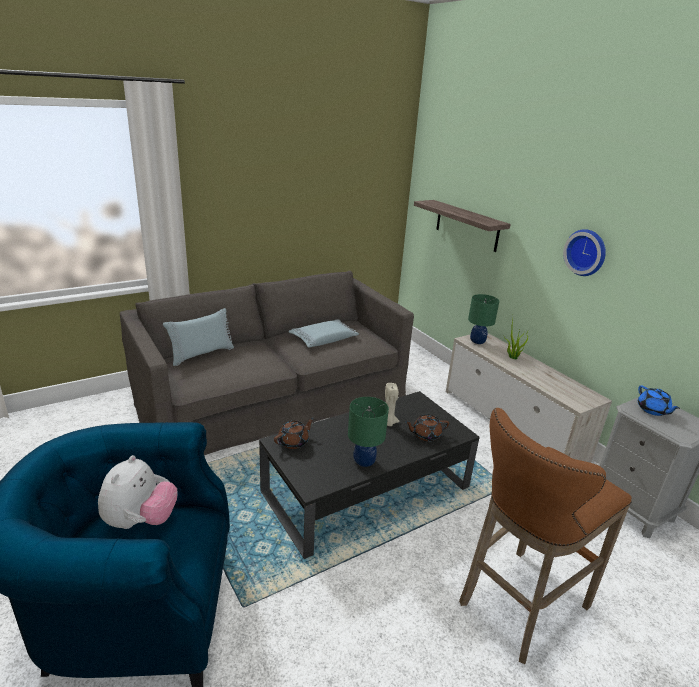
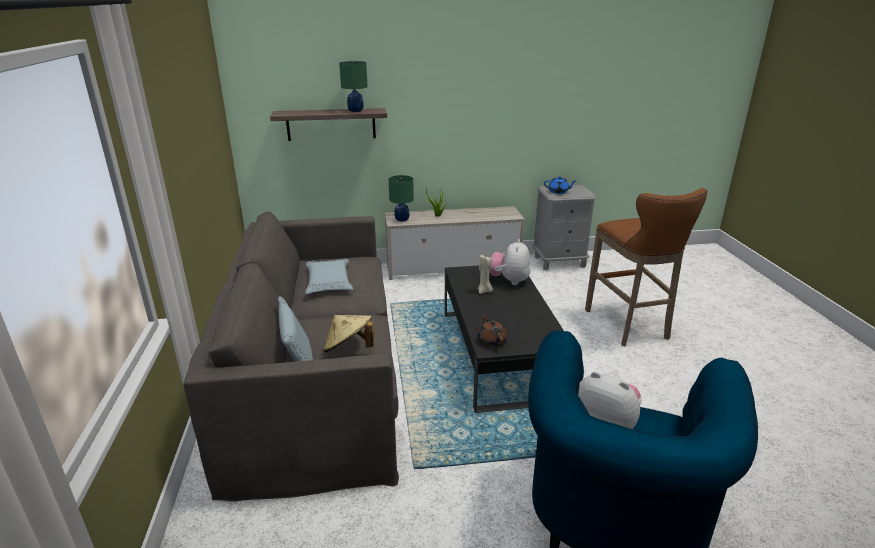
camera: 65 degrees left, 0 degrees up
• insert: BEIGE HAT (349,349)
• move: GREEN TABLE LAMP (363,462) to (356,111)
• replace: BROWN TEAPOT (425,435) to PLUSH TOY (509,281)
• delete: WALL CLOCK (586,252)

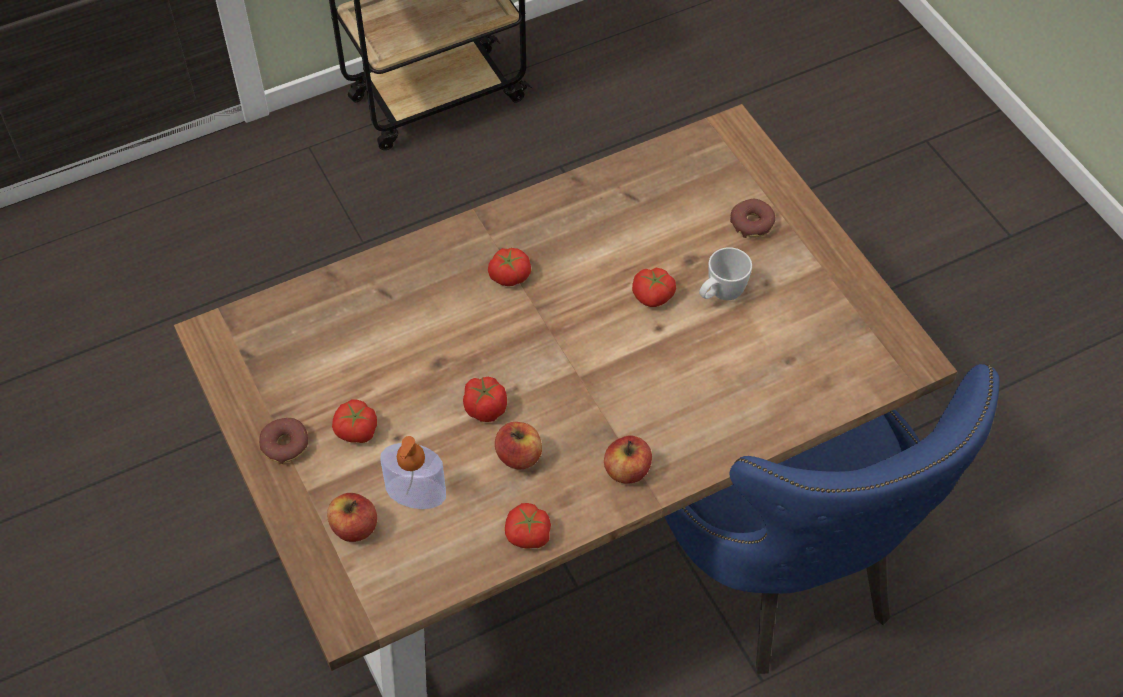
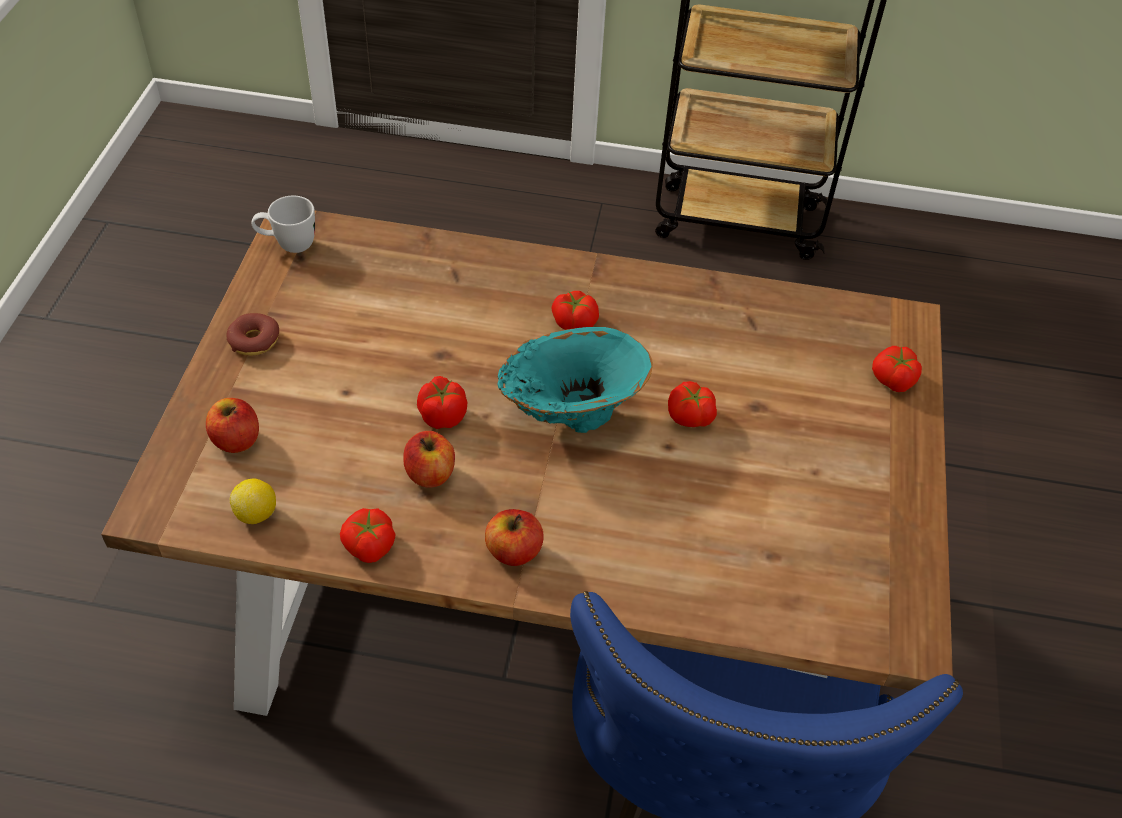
camera: 35 degrees right, 5 degrees down
• insert: LEMON (257,514)
• move: WHITE MUG (720,295) to (288,245)
• insert: TURQUOISE VASE (571,415)
• move: TOMATO (356,430) to (892,379)
• delete: SOAP DISPENSER (416,492)
• delete: DONUT (752,223)

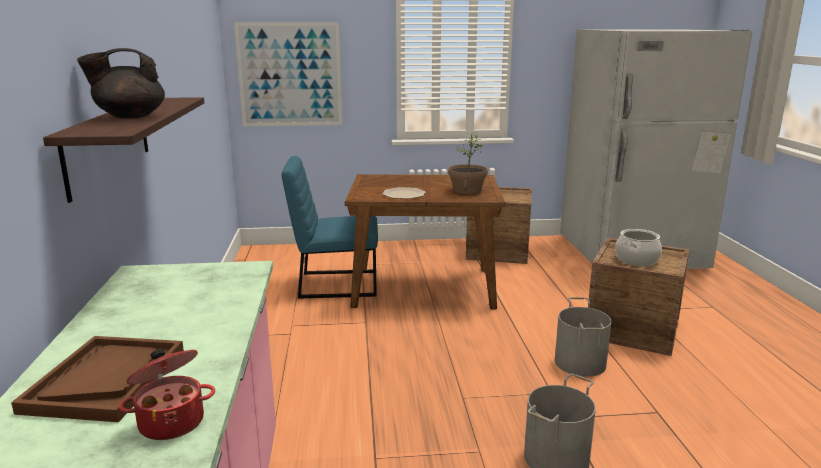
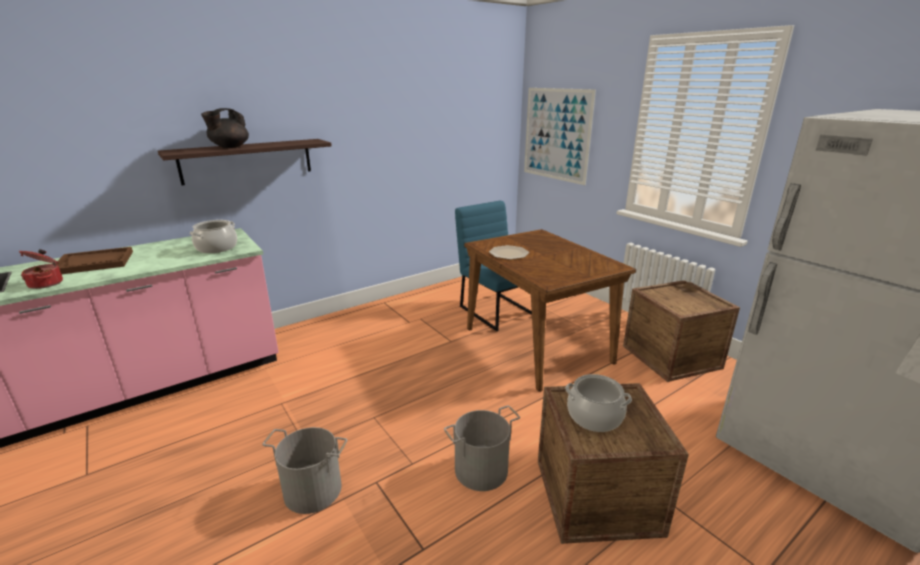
camera: 60 degrees right, 5 degrees up
• insert: COOKING POT (217,248)
• rotate: BLACK TEAPOT (129,117) = (229,147) 90 degrees counterclockwise
• delete: POTTED PLANT (466,190)

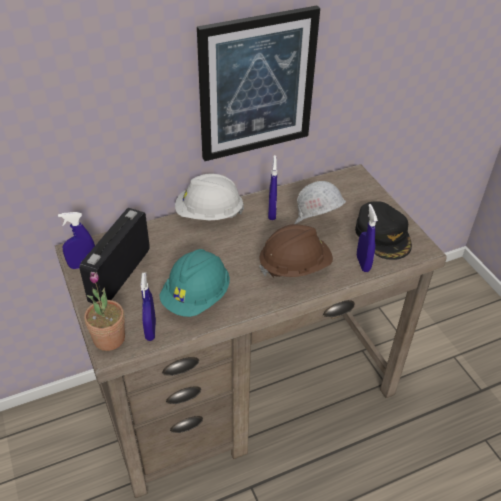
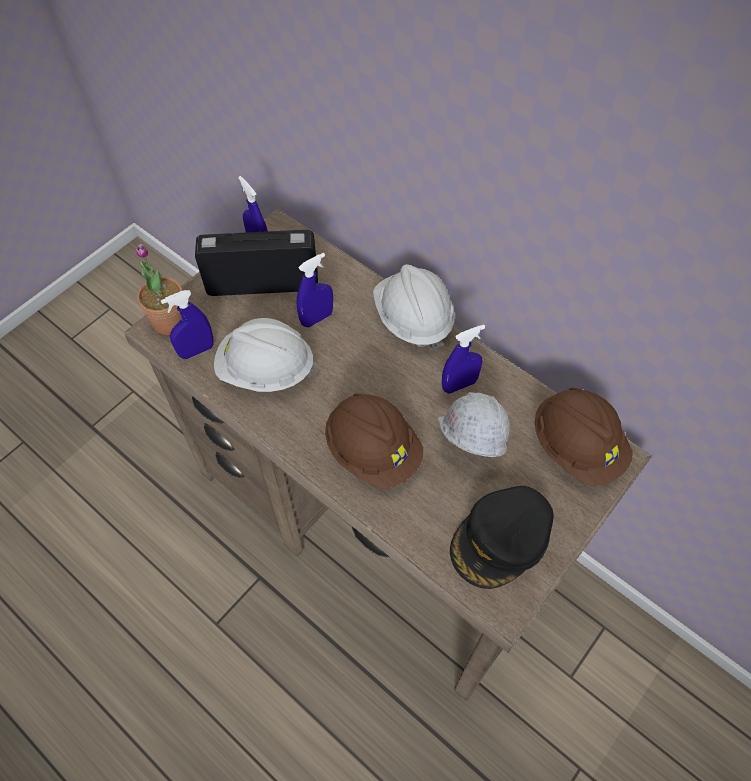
camera: 65 degrees right, 15 degrees up
• recolor: TURQUOISE HARD HAT (196,297) to WHITE HARD HAT (265,370)
• move: BLUE SPRAY BOTTLE (363,263) to (317,318)
• insert: BROWN HARD HAT (576,447)
• delete: PICTURE (256,85)

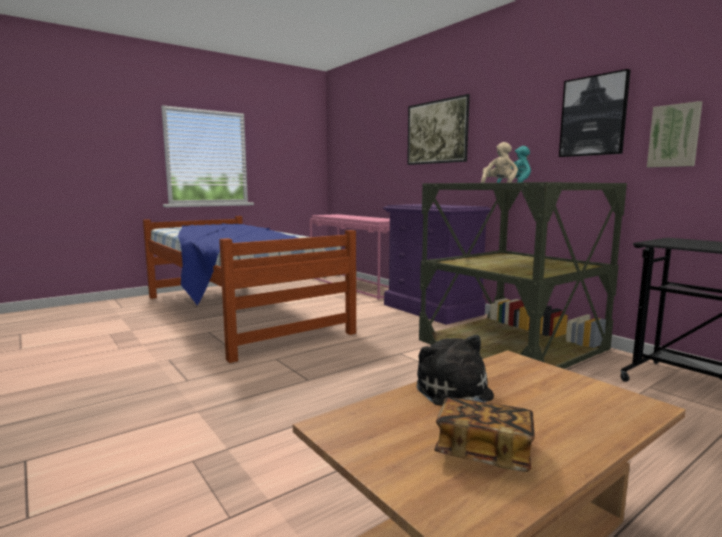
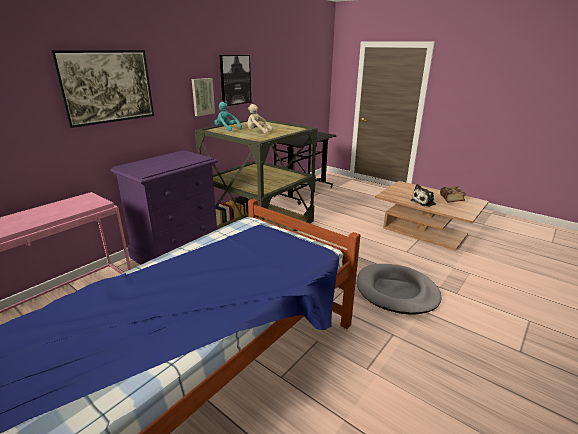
camera: 105 degrees left, 15 degrees up
• move: PICTURE (674,136) to (202,96)
• insert: GREY DOG BED (396,291)

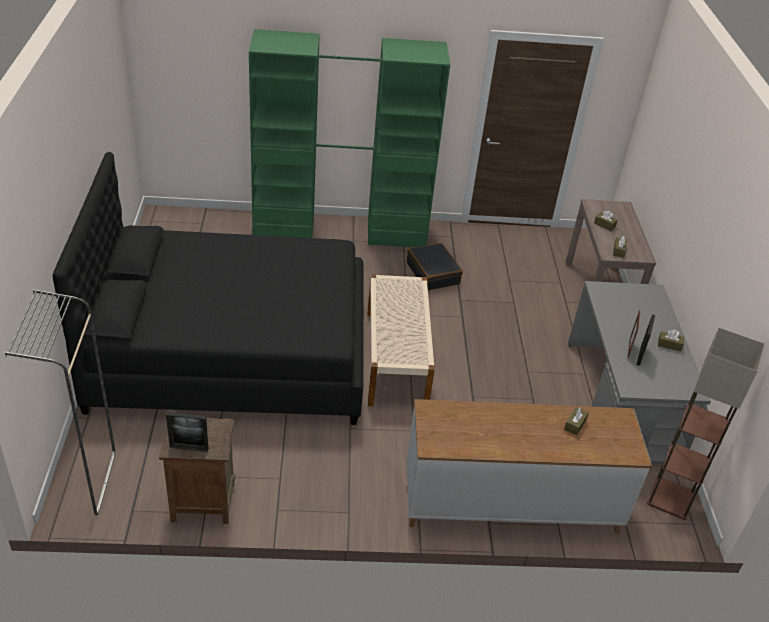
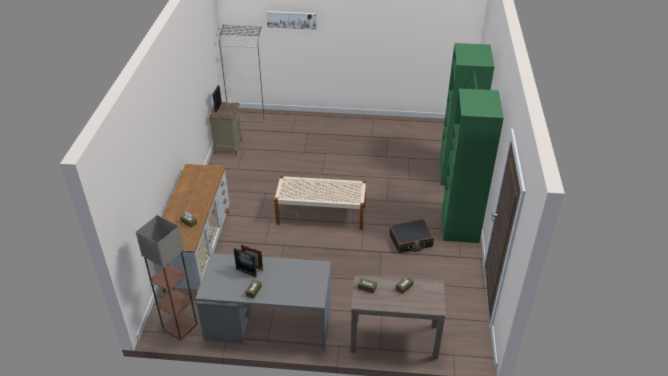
camera: 100 degrees right, 0 degrees up
• insert: PICTURE (291,19)
• delete: BLACK BED (231,350)

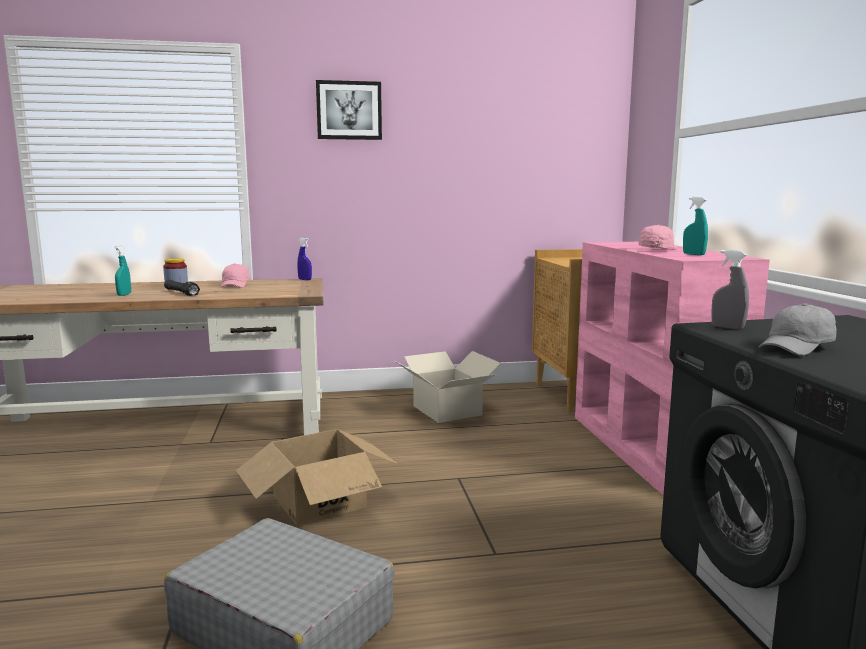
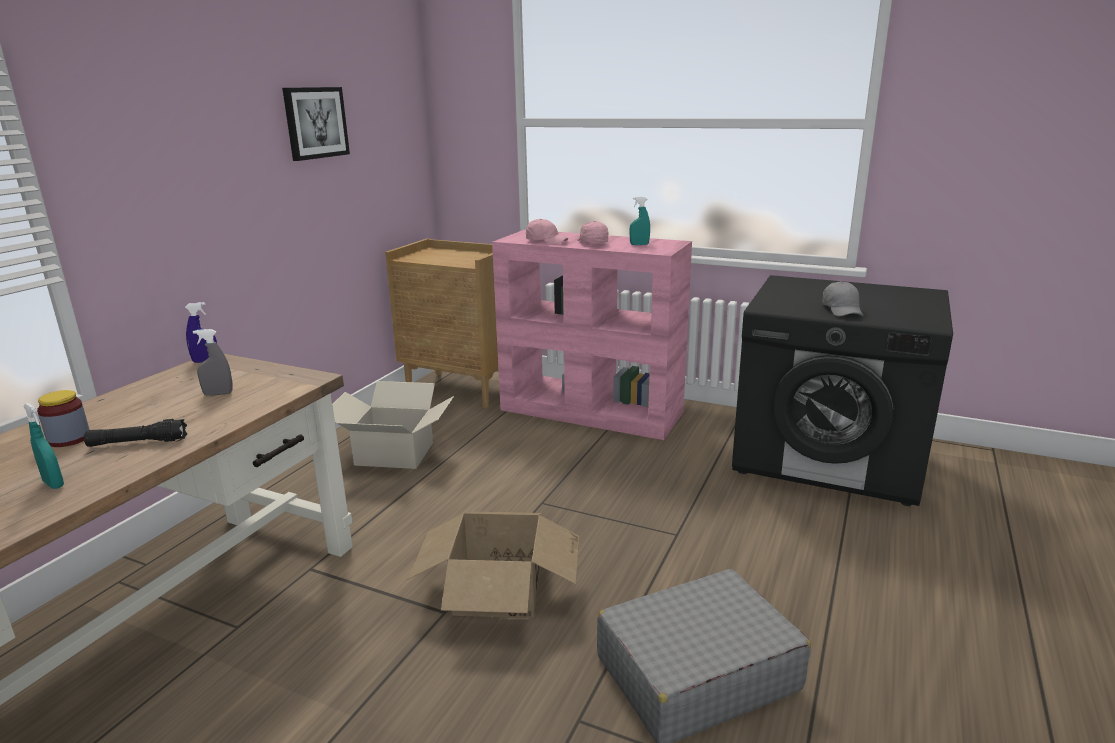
camera: 55 degrees left, 10 degrees up
• move: GREY SPRAY BOTTLE (727,327) to (218,394)
• move: PICTURE (349,110) to (315,123)
• move: PINK CAP (235,285) to (546,241)

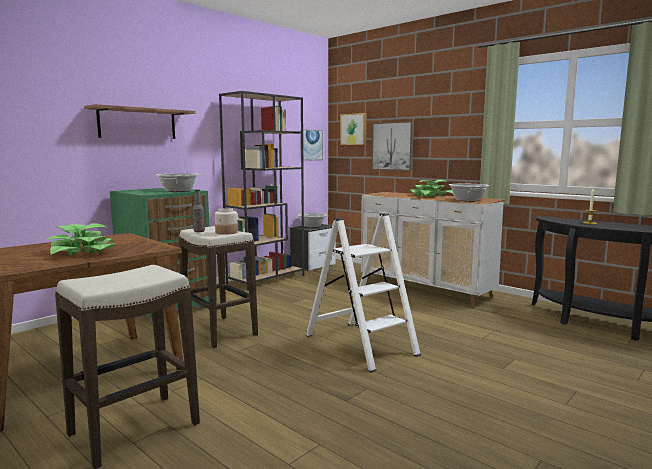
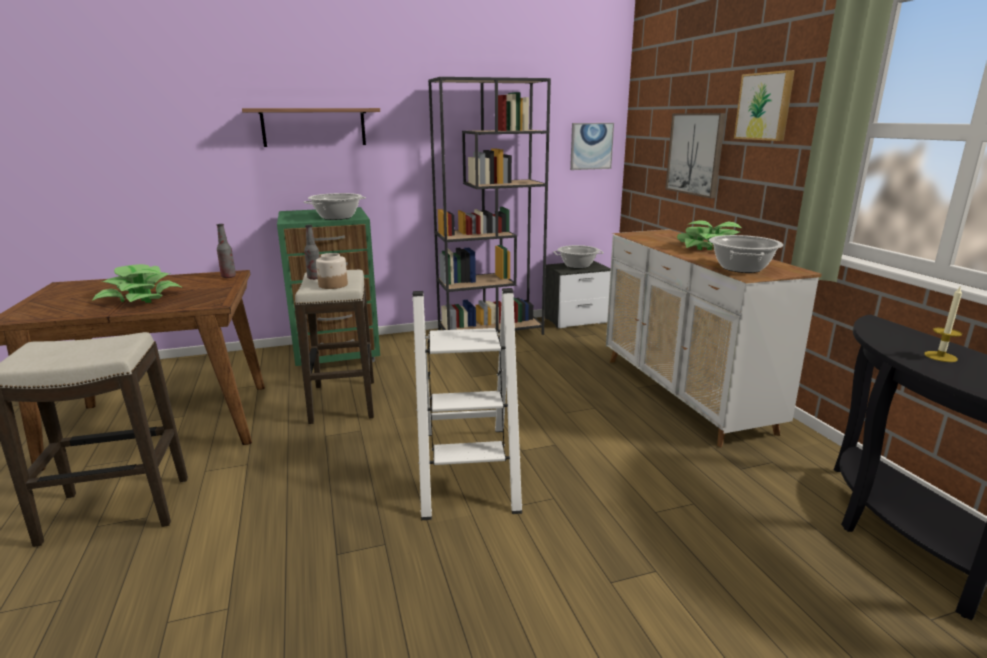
camera: 30 degrees right, 10 degrees up
• insert: BOTTLE (228,277)
• move: PICTURE (354,129) to (765,106)

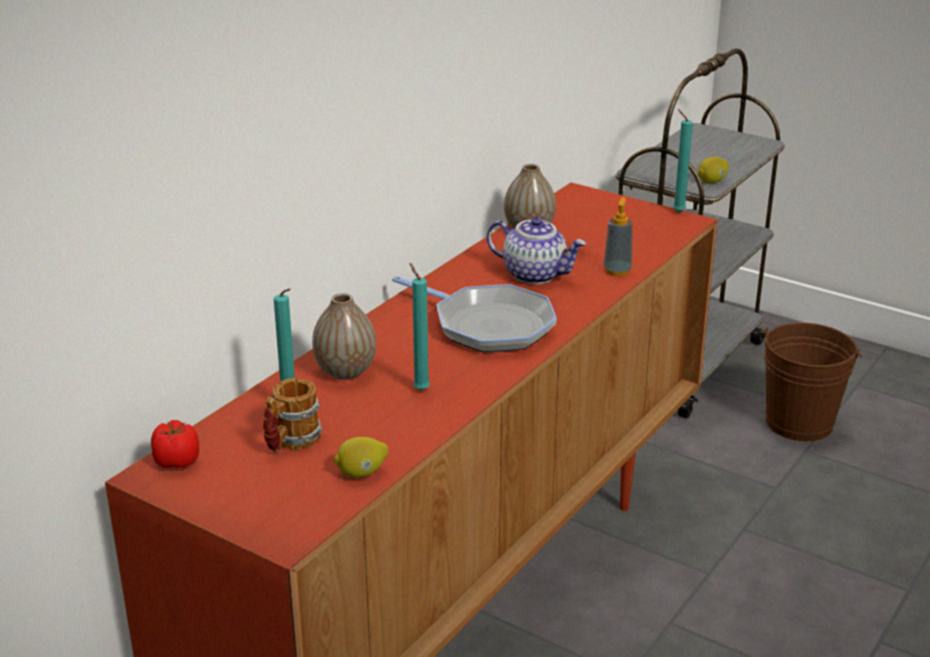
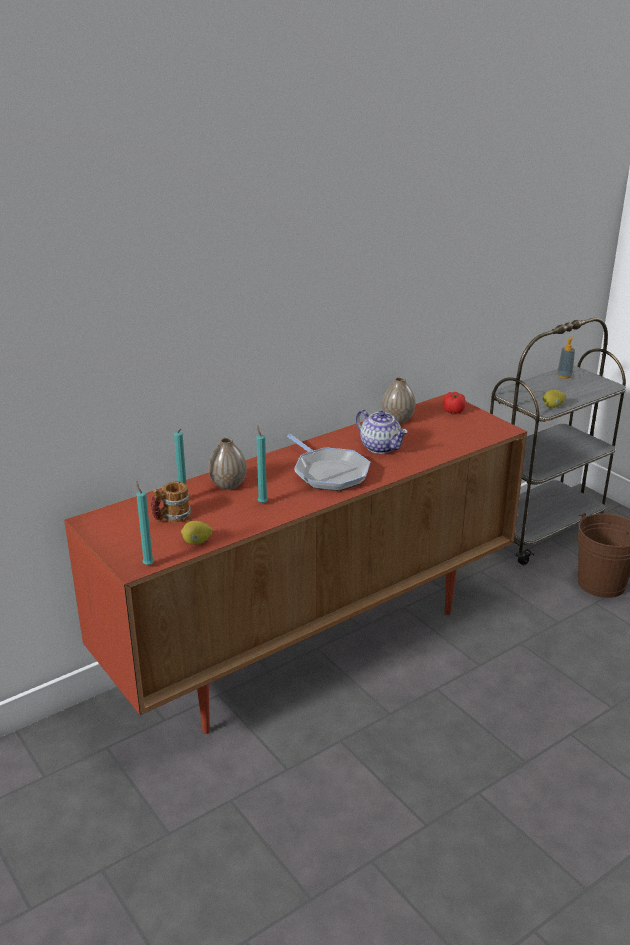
camera: 20 degrees right, 0 degrees up
• move: TURQUOISE CANDLE (677,212) to (148,564)
• move: TOMATO (177,460) to (454,411)
• move: SOAP DISPENSER (617,271) to (564,376)

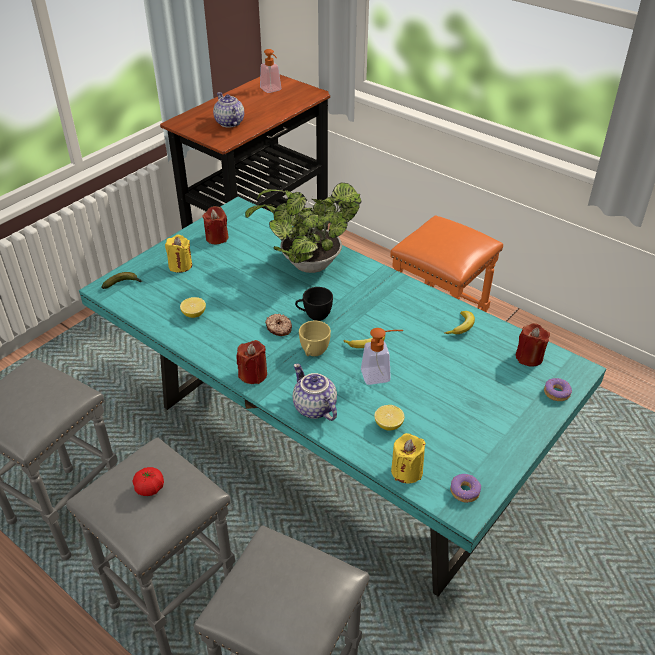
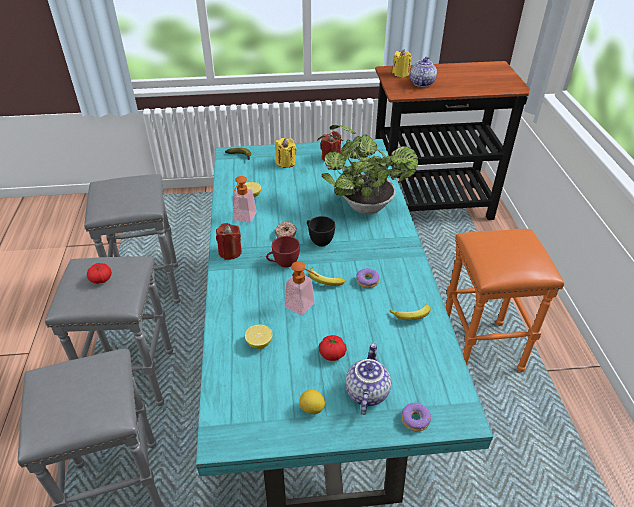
camera: 45 degrees right, 0 degrees up
• move: SOAP DISPENSER (272,90) to (243,219)
• recolor: YELLOW CUP (313,353) to RED CUP (283,263)
• insert: LEMON (312,409)
• insert: TOMATO (332,354)
• move: TEAPOT (313,408) to (365,392)
• move: DONUT (465,491) to (367,281)
• move: YELLOW CANDLE (406,471) to (400,74)
• delete: RED CANDLE (529,357)

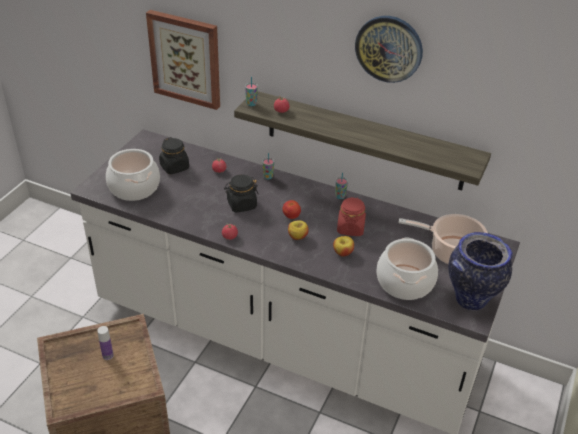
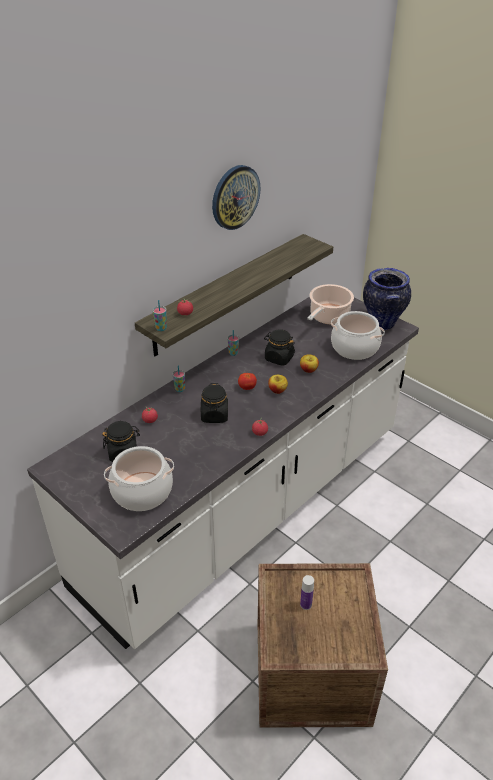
camera: 70 degrees left, 0 degrees up
• recolor: RED JAR (350,228) to BLACK JAR (279,358)
• delete: PICTURE (186,59)

